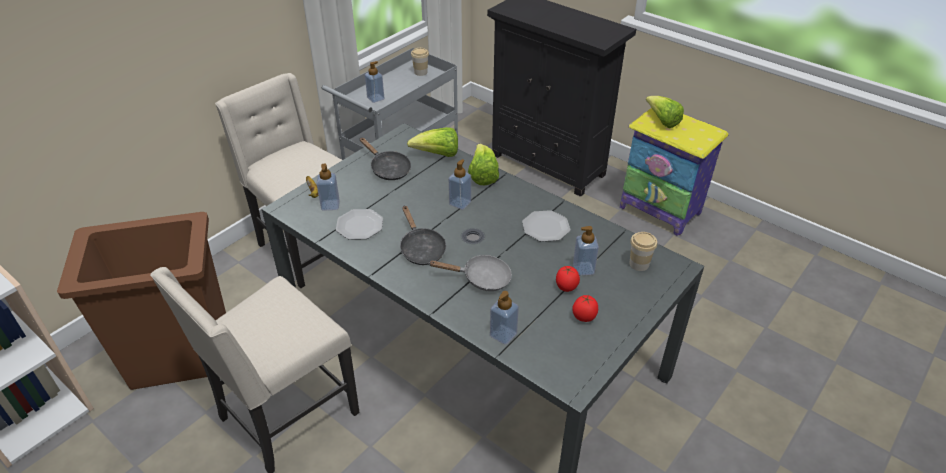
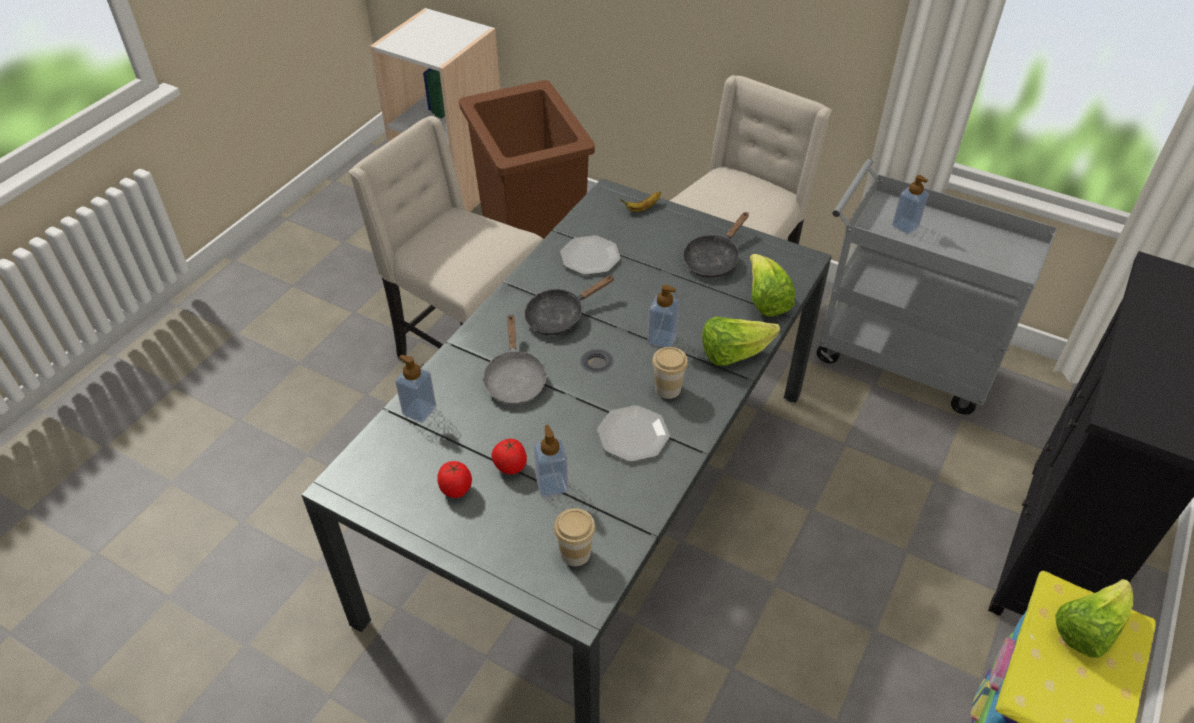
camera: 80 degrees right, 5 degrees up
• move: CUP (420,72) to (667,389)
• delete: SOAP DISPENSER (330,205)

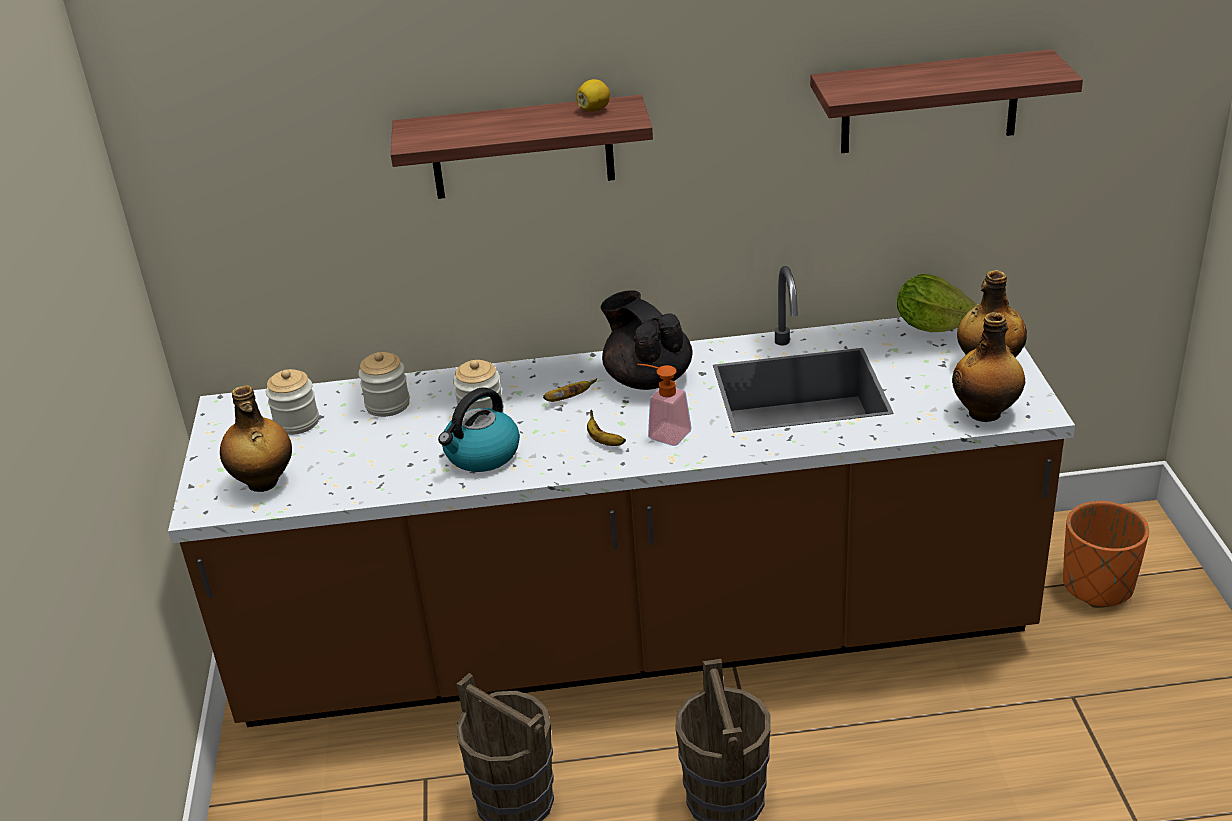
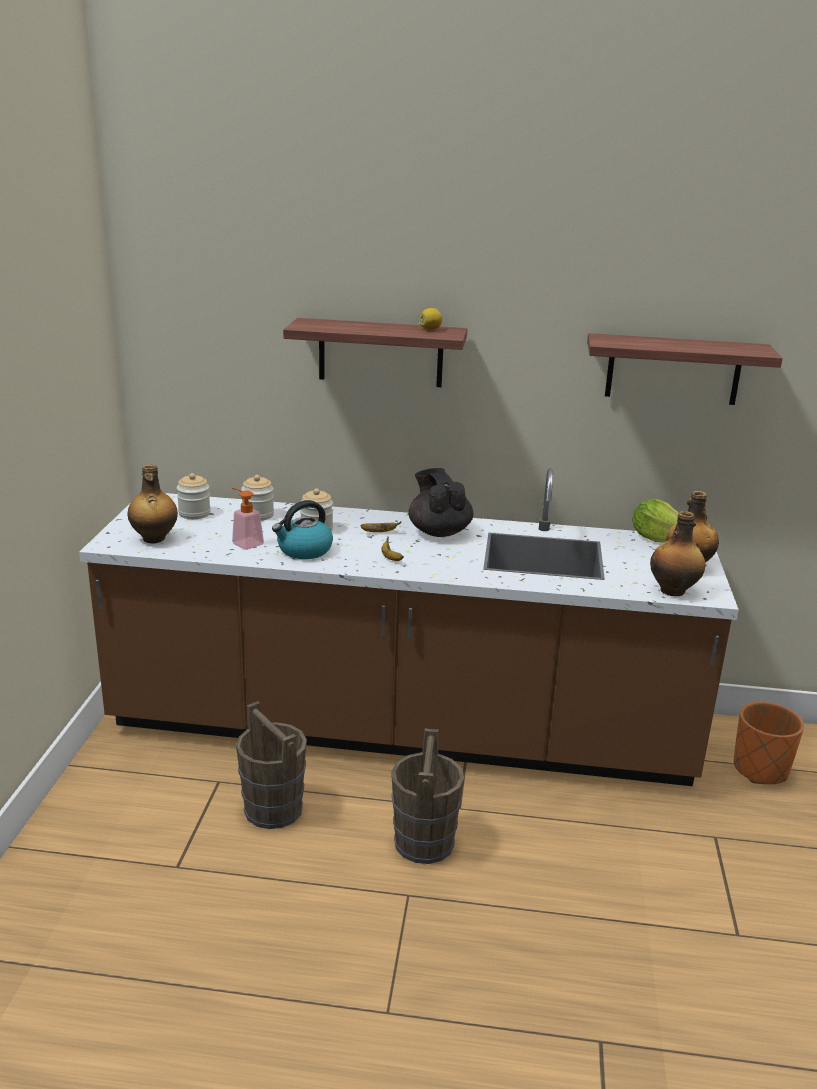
camera: 10 degrees right, 10 degrees down
• move: SOAP DISPENSER (663,433) to (244,542)

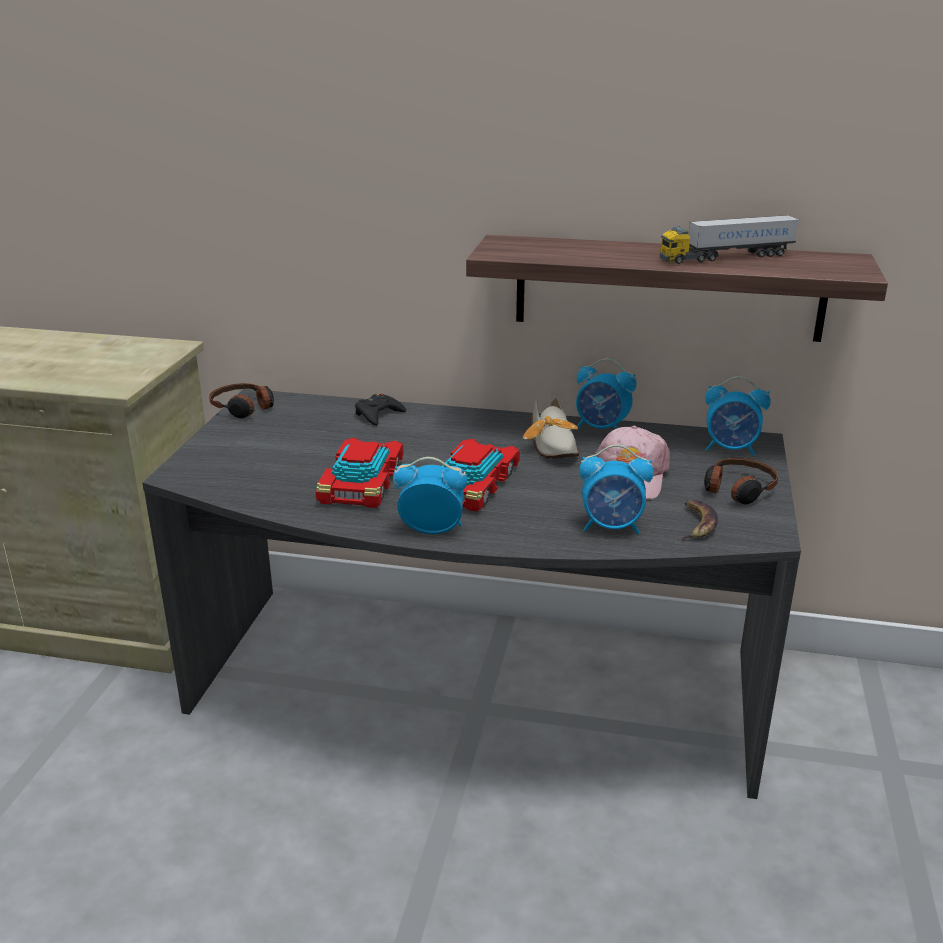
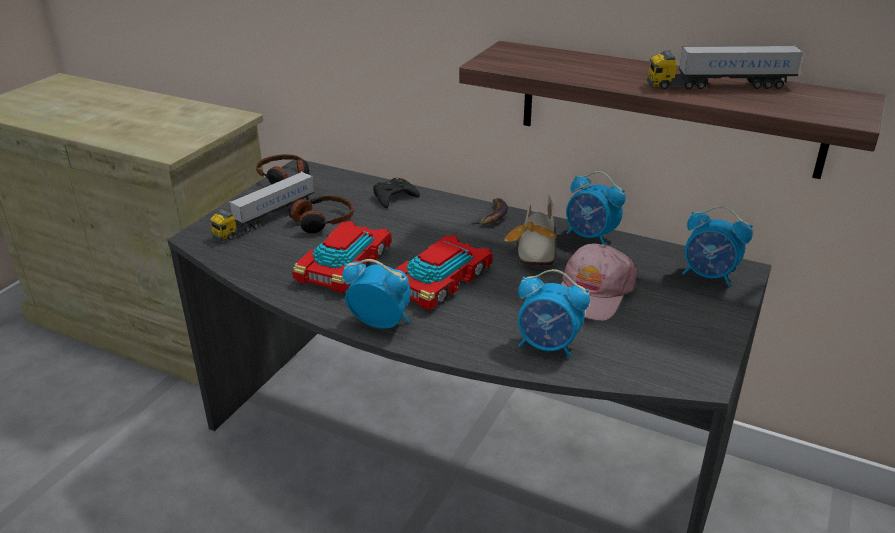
camera: 15 degrees right, 5 degrees up
• insert: TOY TRUCK (265,219)
• move: HEADPHONES (737,490) to (321,221)
• move: BANANA (696,524) to (491,216)

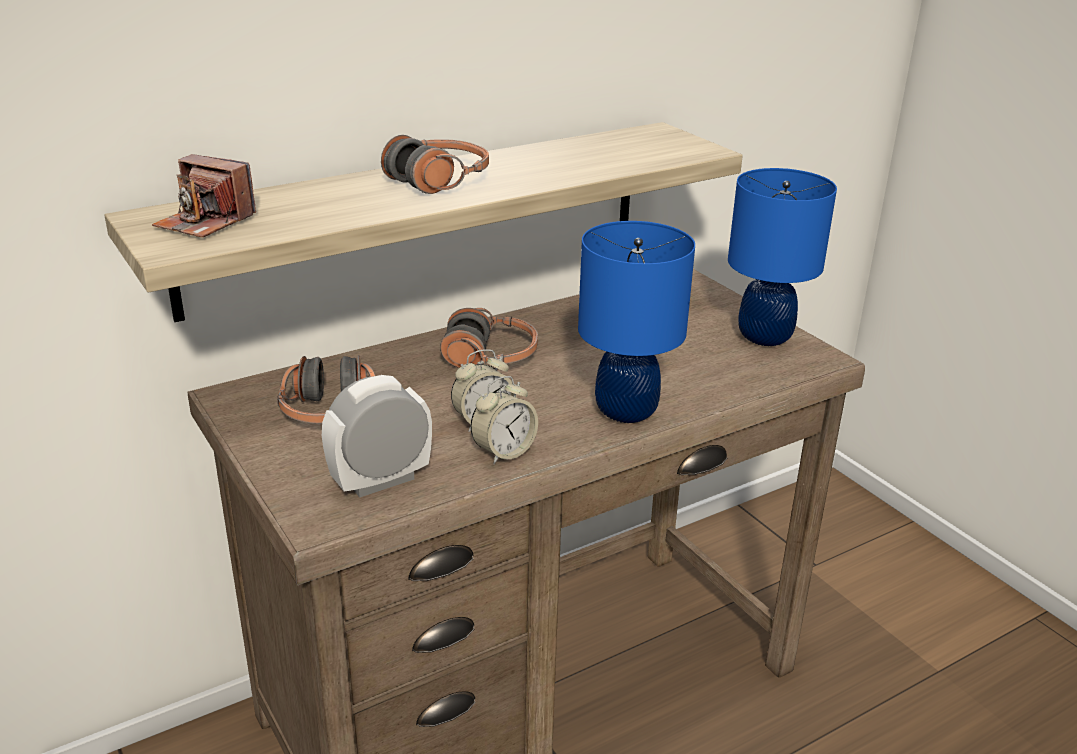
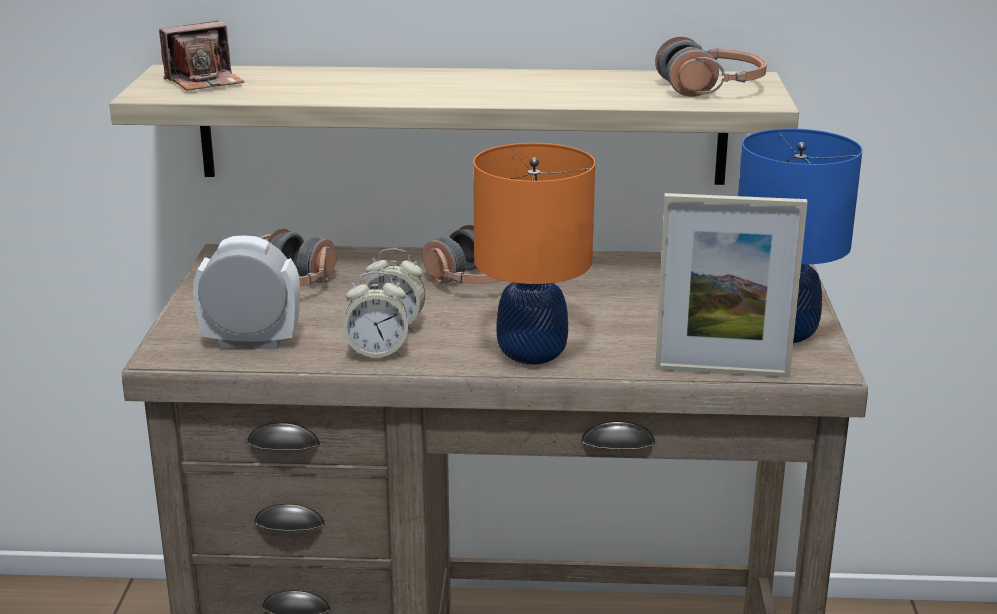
camera: 35 degrees right, 5 degrees down
• rotate: PHOTO CAMERA (205,222) = (205,81) 90 degrees counterclockwise
• recolor: BLUE TABLE LAMP (629,413) to ORANGE TABLE LAMP (534,356)
• move: HEADPHONES (438,180) to (711,88)
• insert: PICTURE FRAME (721,371)

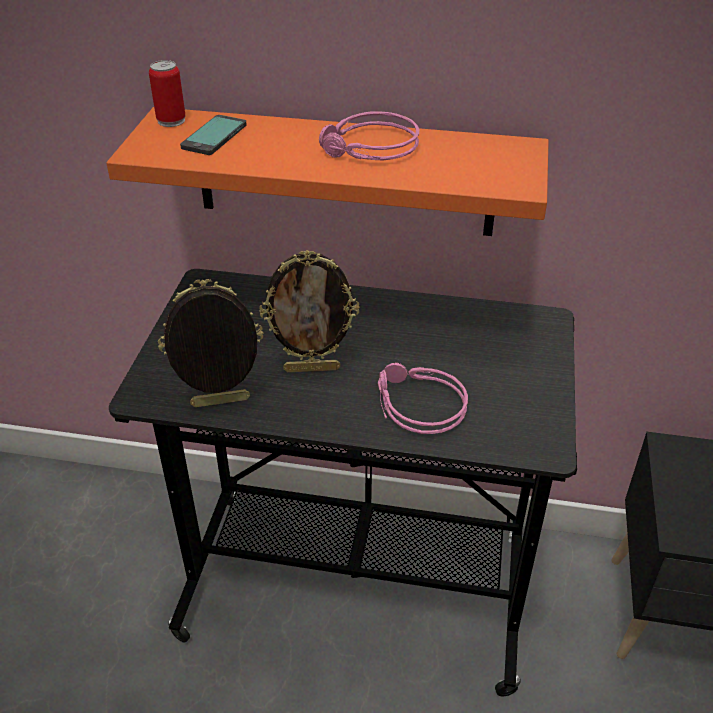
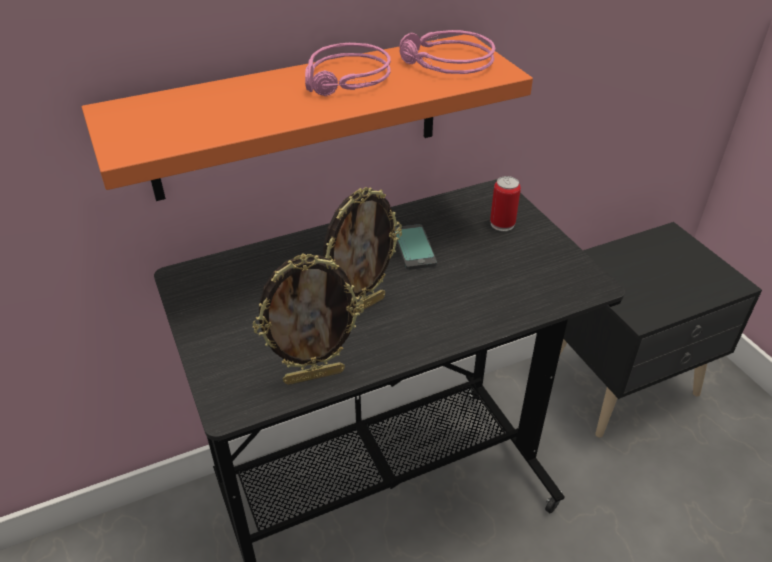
camera: 35 degrees left, 0 degrees up
• rotate: PICTURE FRAME (220,404) = (314,375) 150 degrees counterclockwise
• move: PHONE (215,136) to (414,248)
• move: PINK HEADPHONES (416,406) to (445,63)
• move: CAN (171,120) to (502,224)

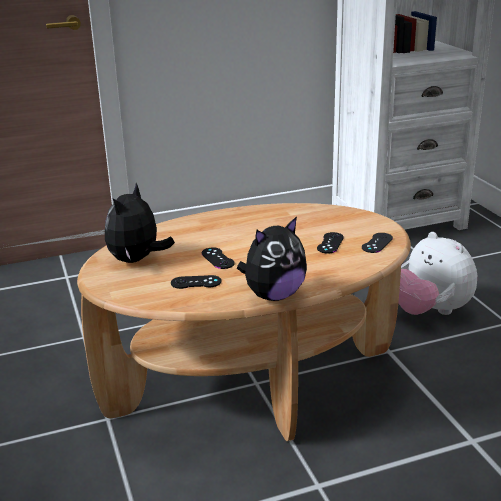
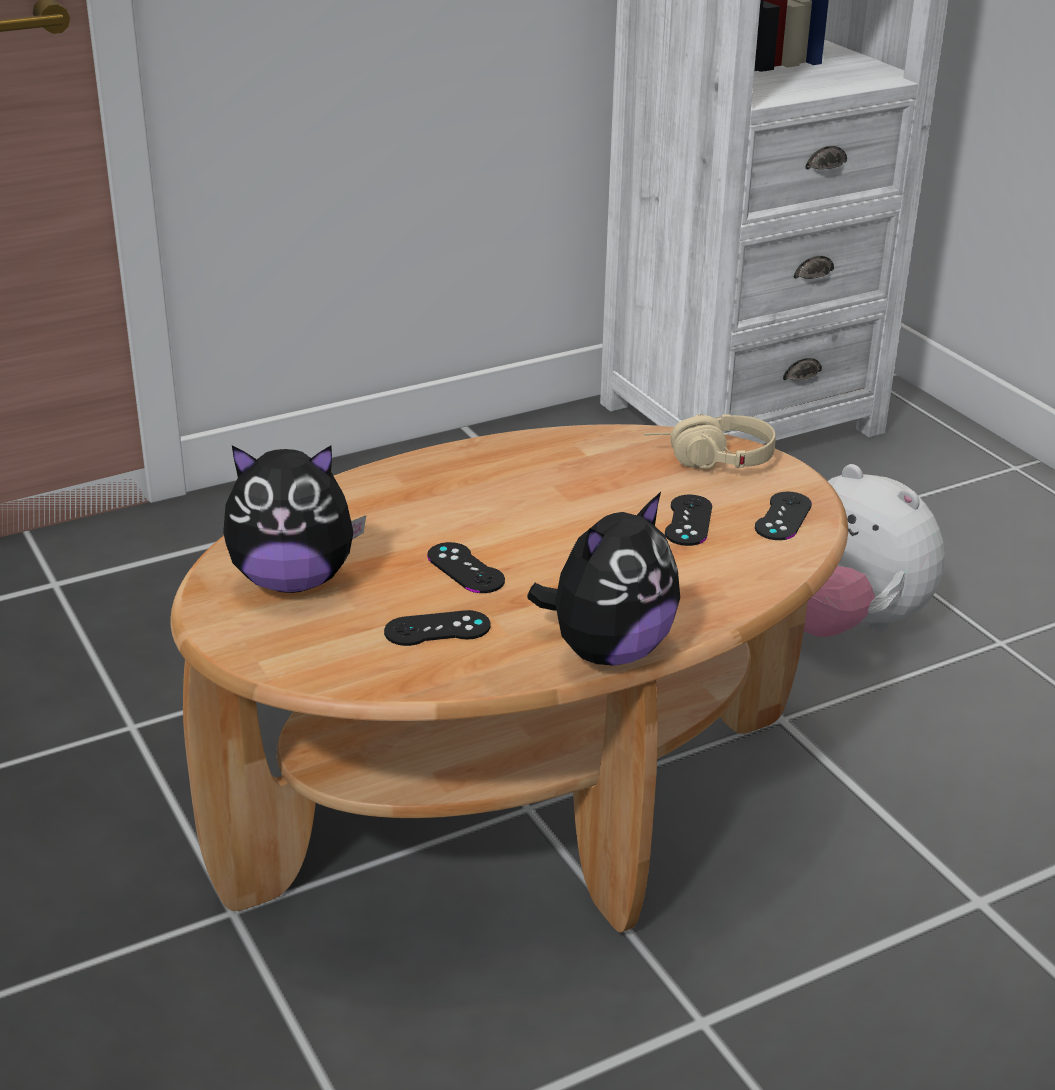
camera: 10 degrees left, 5 degrees up
• rotate: PLUSH TOY (137,260) = (293,580) 105 degrees counterclockwise
• insert: BEIGE HEADPHONES (708,460)

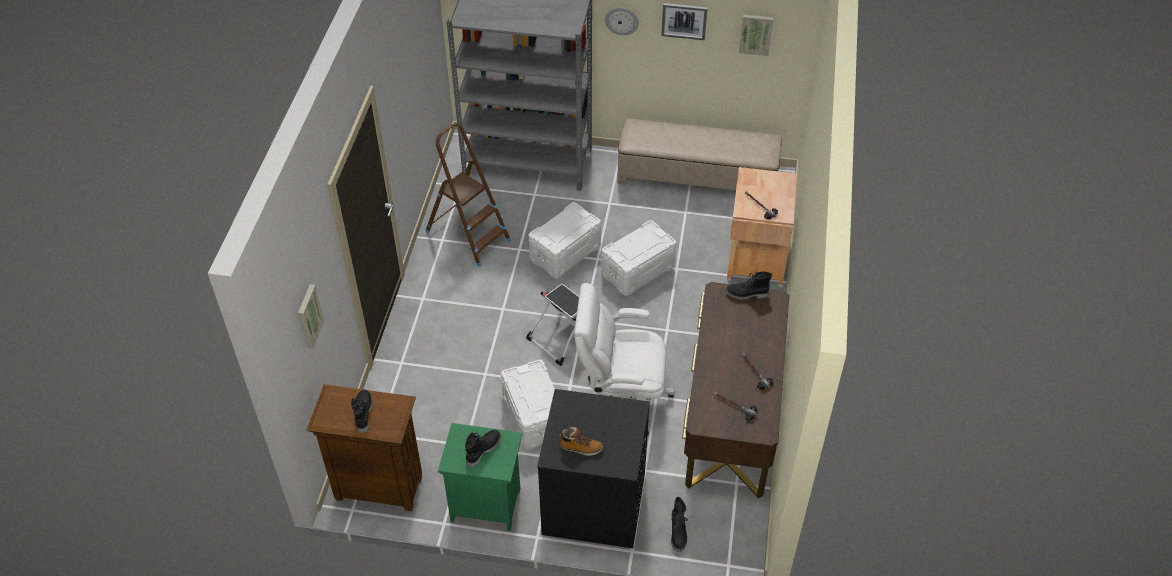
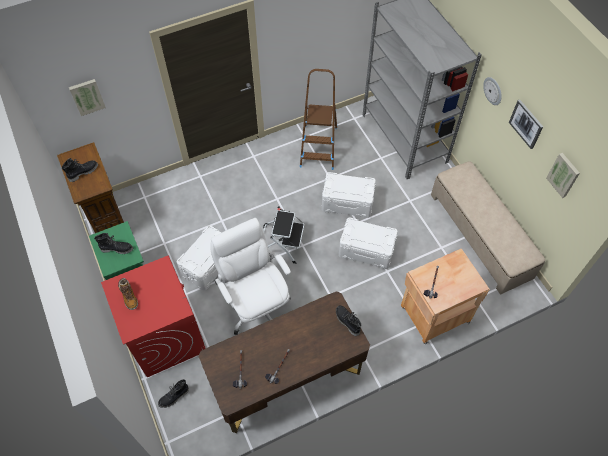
camera: 55 degrees right, 10 degrees up
• recolor: BLACK WASHING MACHINE (593,504) to RED WASHING MACHINE (165,335)

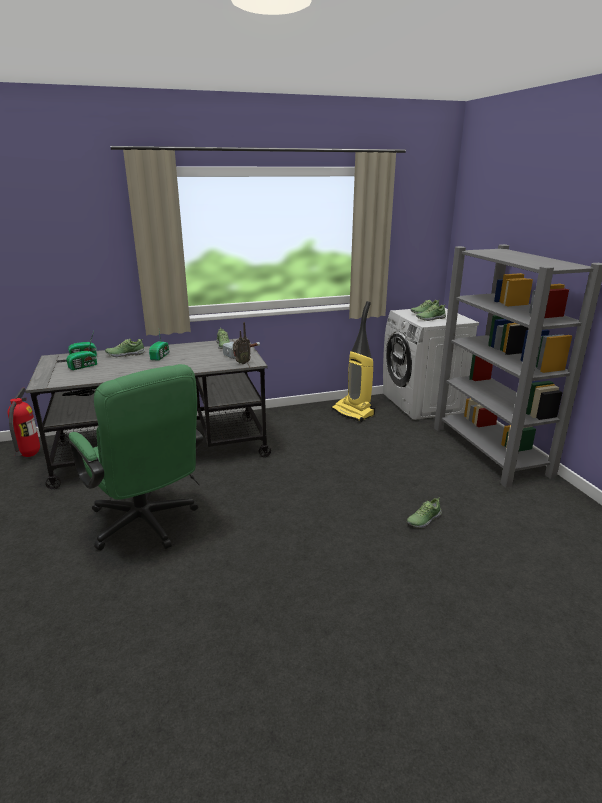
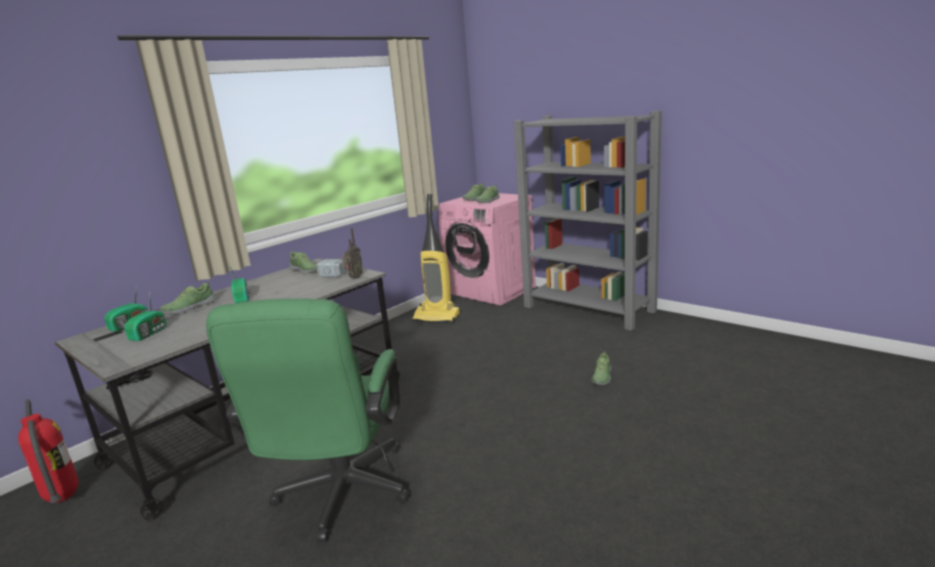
camera: 30 degrees left, 5 degrees down
• rotate: GREEN OFFICE CHAIR (147,525) = (340,498) 75 degrees clockwise
• recolor: WHITE WASHING MACHINE (422,404) to PINK WASHING MACHINE (491,292)

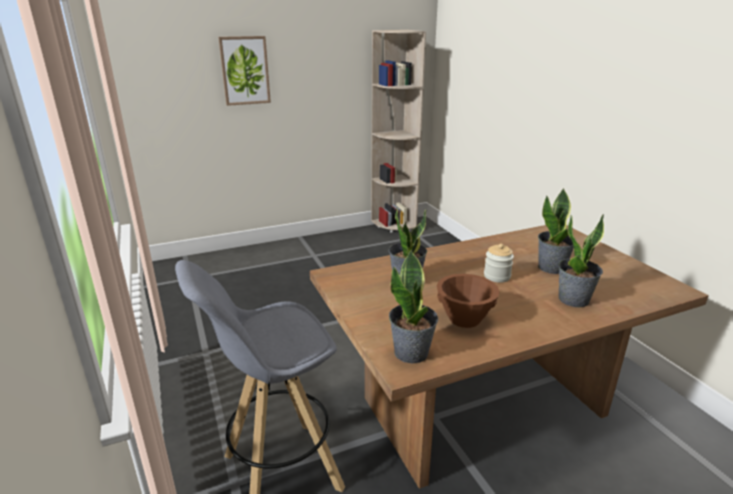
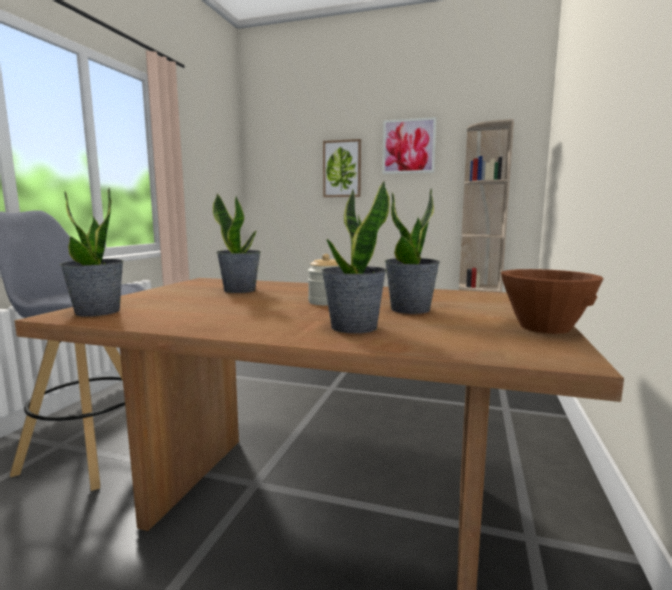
camera: 40 degrees right, 15 degrees down
• insert: PICTURE (408,146)
• move: BROWN BOWL (464,318) to (544,327)

